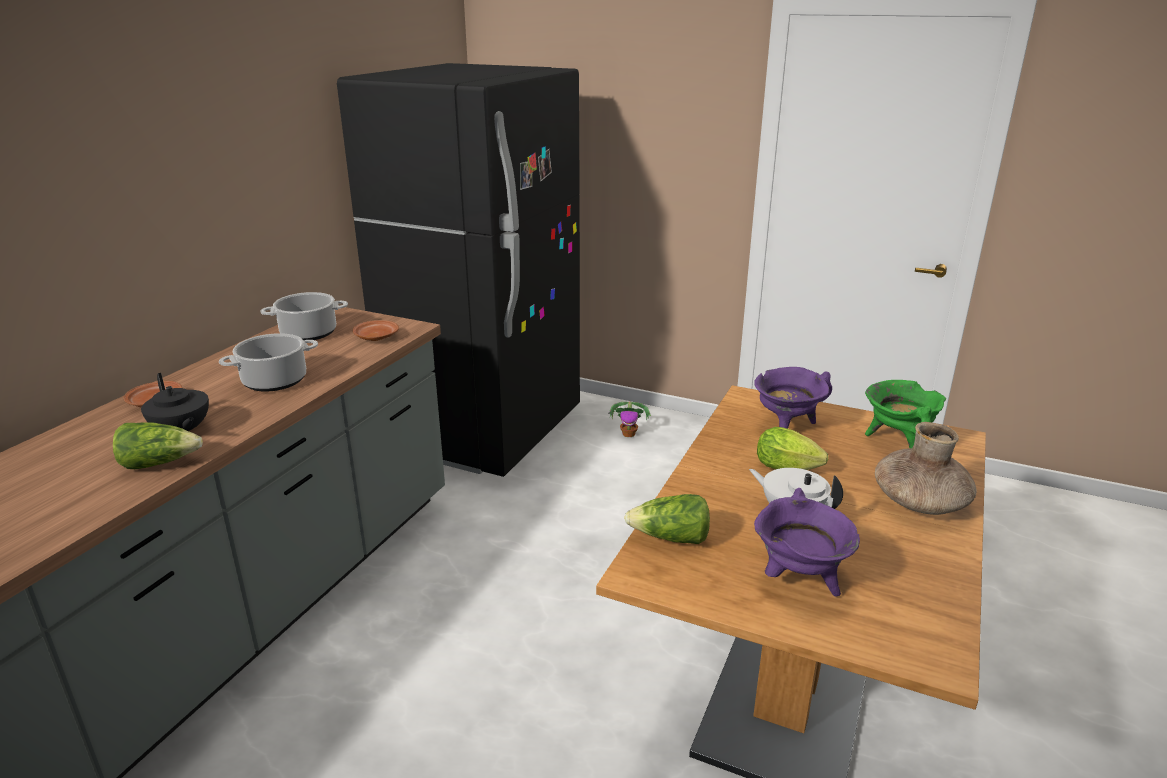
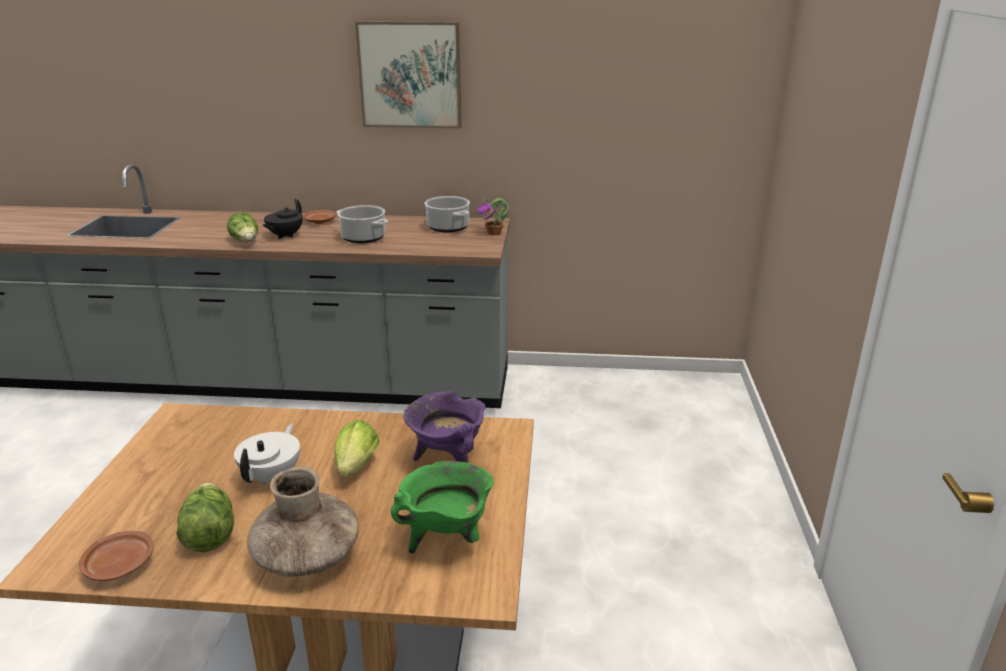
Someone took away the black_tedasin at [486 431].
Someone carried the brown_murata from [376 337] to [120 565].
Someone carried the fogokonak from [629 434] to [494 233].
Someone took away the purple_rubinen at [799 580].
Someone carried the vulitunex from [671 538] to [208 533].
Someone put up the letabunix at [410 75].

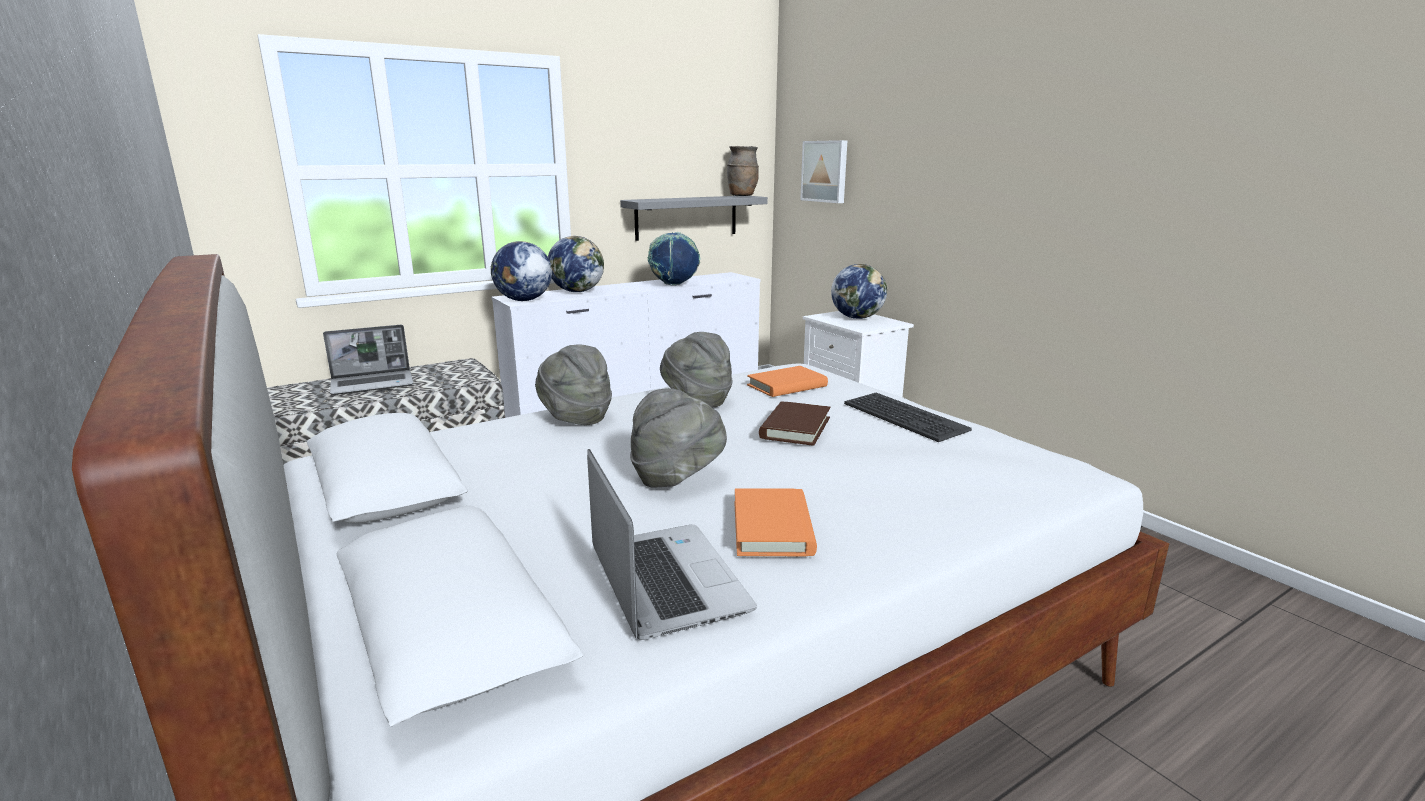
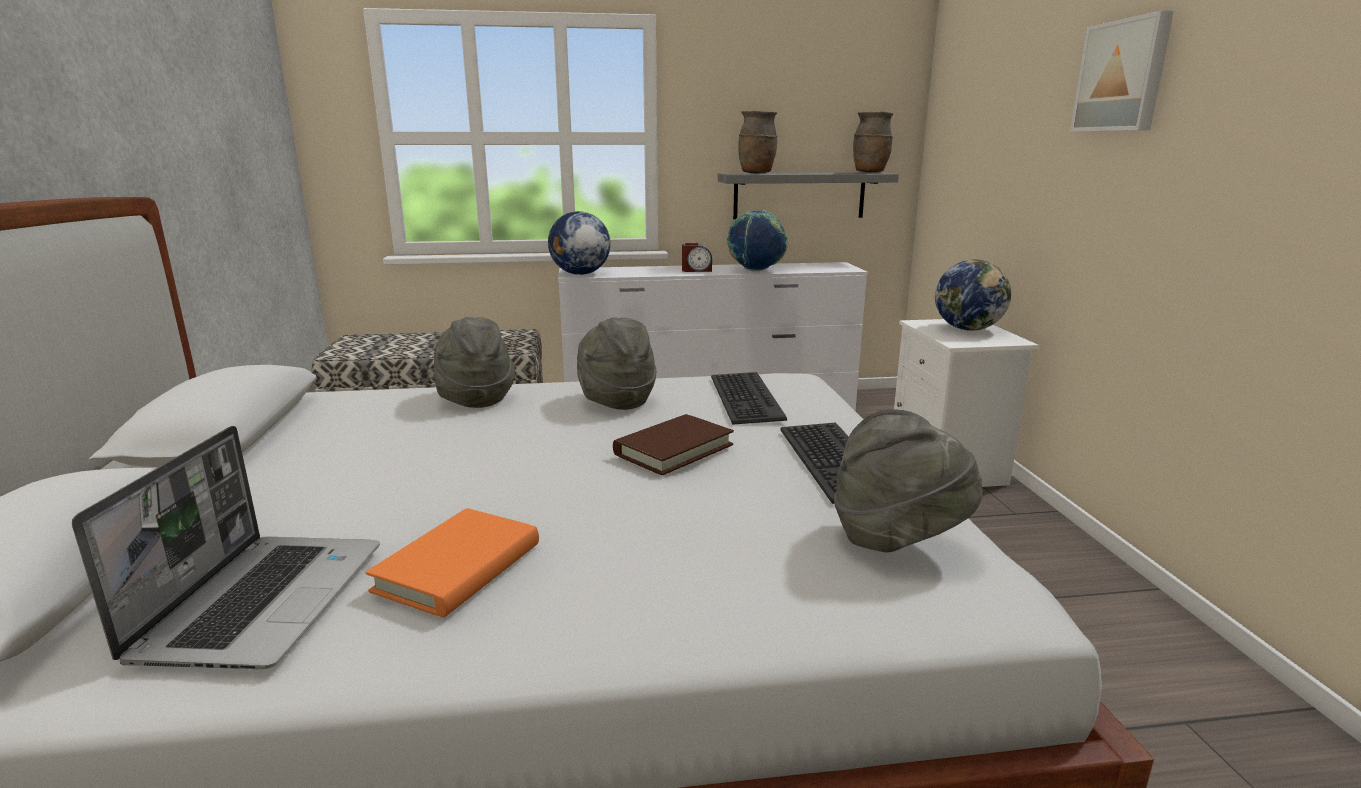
Someone carried the letabunix from [825 171] to [1123 76].
Someone took away the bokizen at [577 291].
Someone took away the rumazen at [373 384].
Someone swapped the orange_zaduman at [787 386] for the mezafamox at [744 398].
Someone carried the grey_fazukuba from [677 478] to [898 539].
Someone put down the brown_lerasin at [757 173].
Someone put down the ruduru at [696 270].

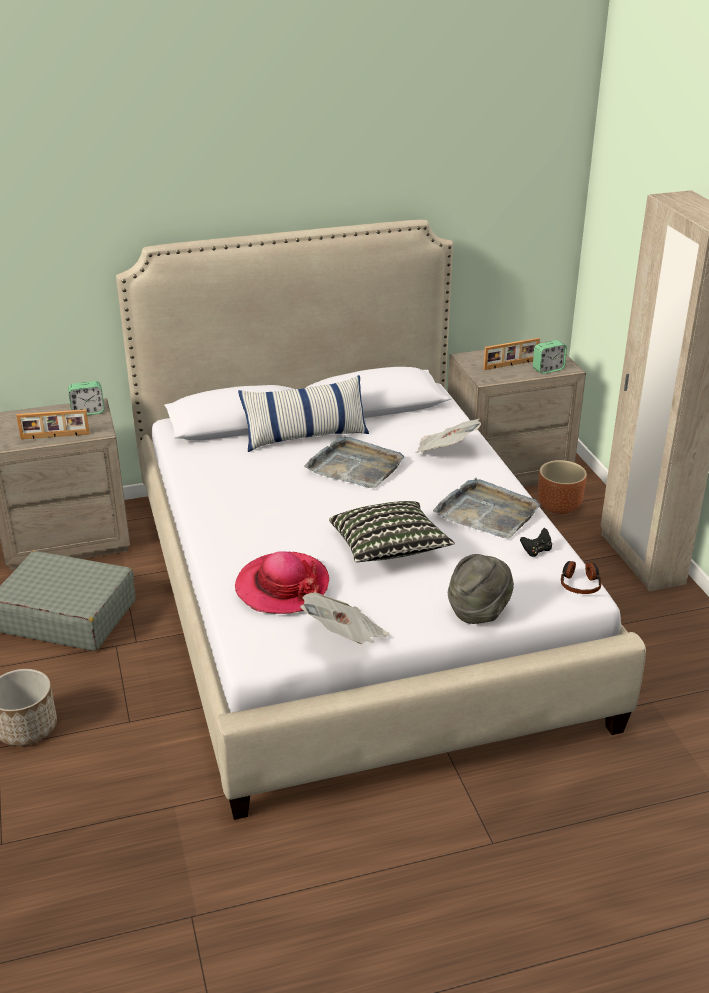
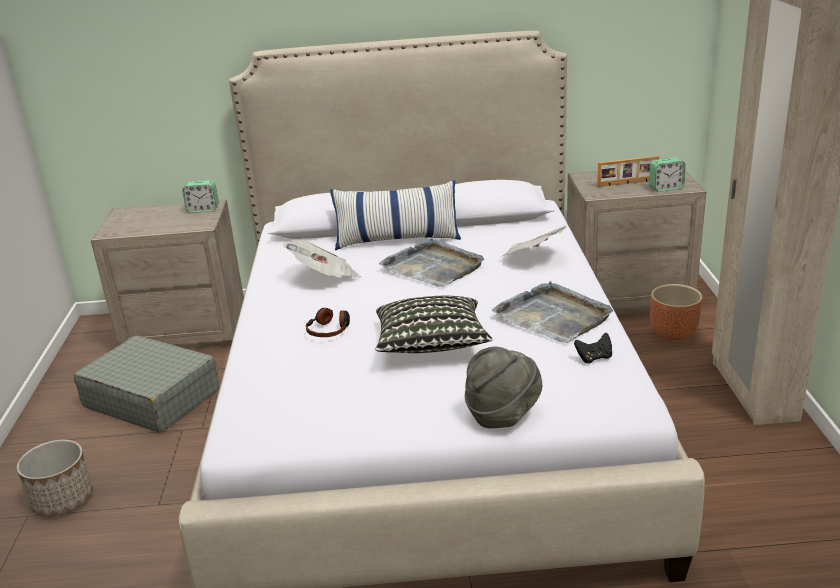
Someone took away the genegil at [55 436].
Someone took away the fazukuba at [282 586].
Someone carried the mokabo from [580 583] to [329 330].
Someone carried the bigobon from [345 637] to [325 277].

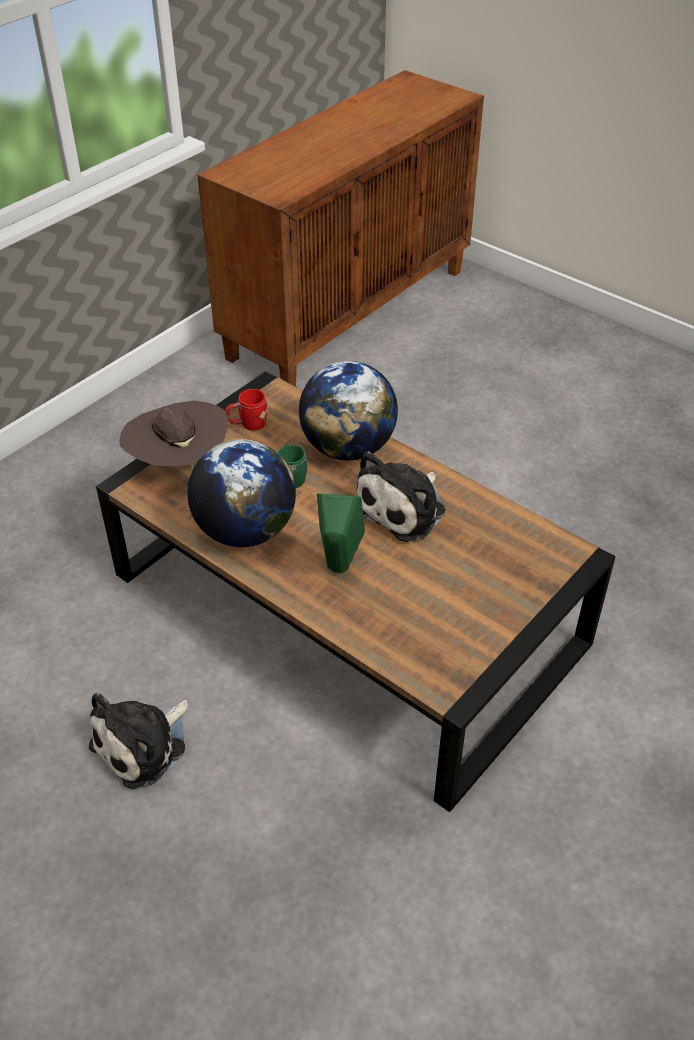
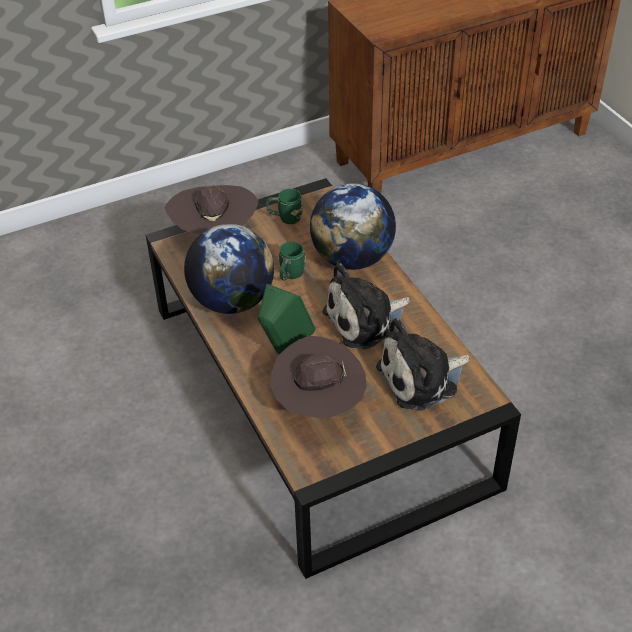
Someone repainted the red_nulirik at [248 425], which became the green_nulirik at [285 218].
Someone carried the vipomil from [143 745] to [422 379].
Someone put down the brown_fazukuba at [318 405].

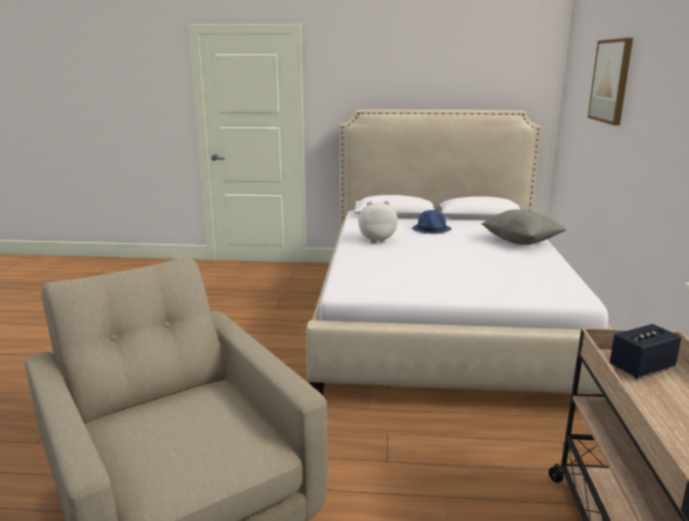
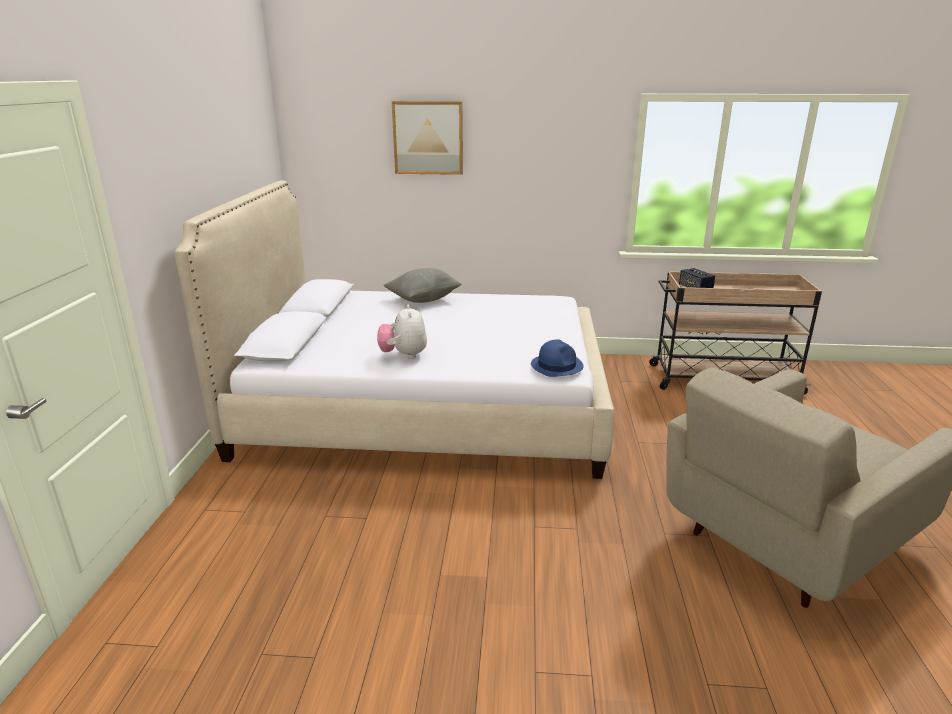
Someone carried the blue_fazukuba from [431 229] to [556 365].

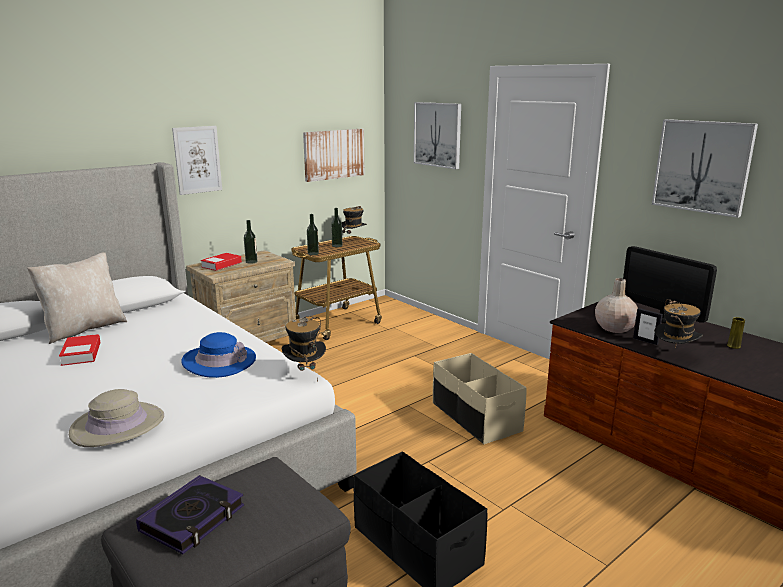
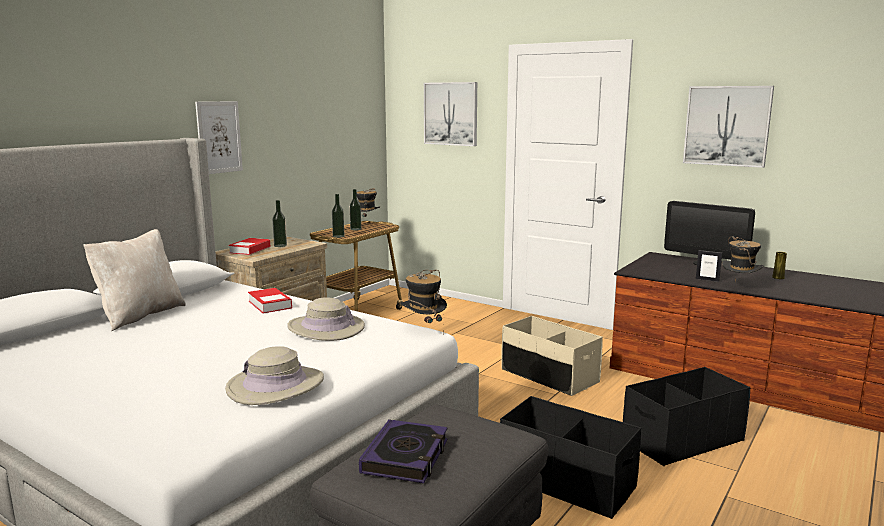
Someone took away the letabunix at [334 154].
Someone took away the beige_lerasin at [614 328].
Someone repainted the blue_fazukuba at [219 361], which became the beige_fazukuba at [326 328].
Someone carried the zaduman from [81 354] to [270 304].
Someone put down the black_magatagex at [682 440].

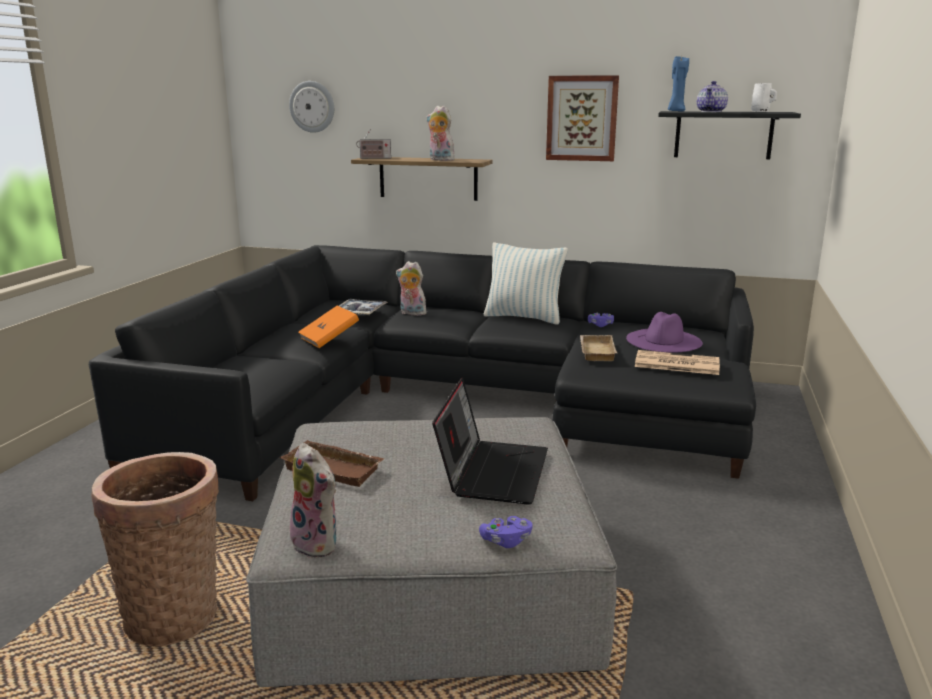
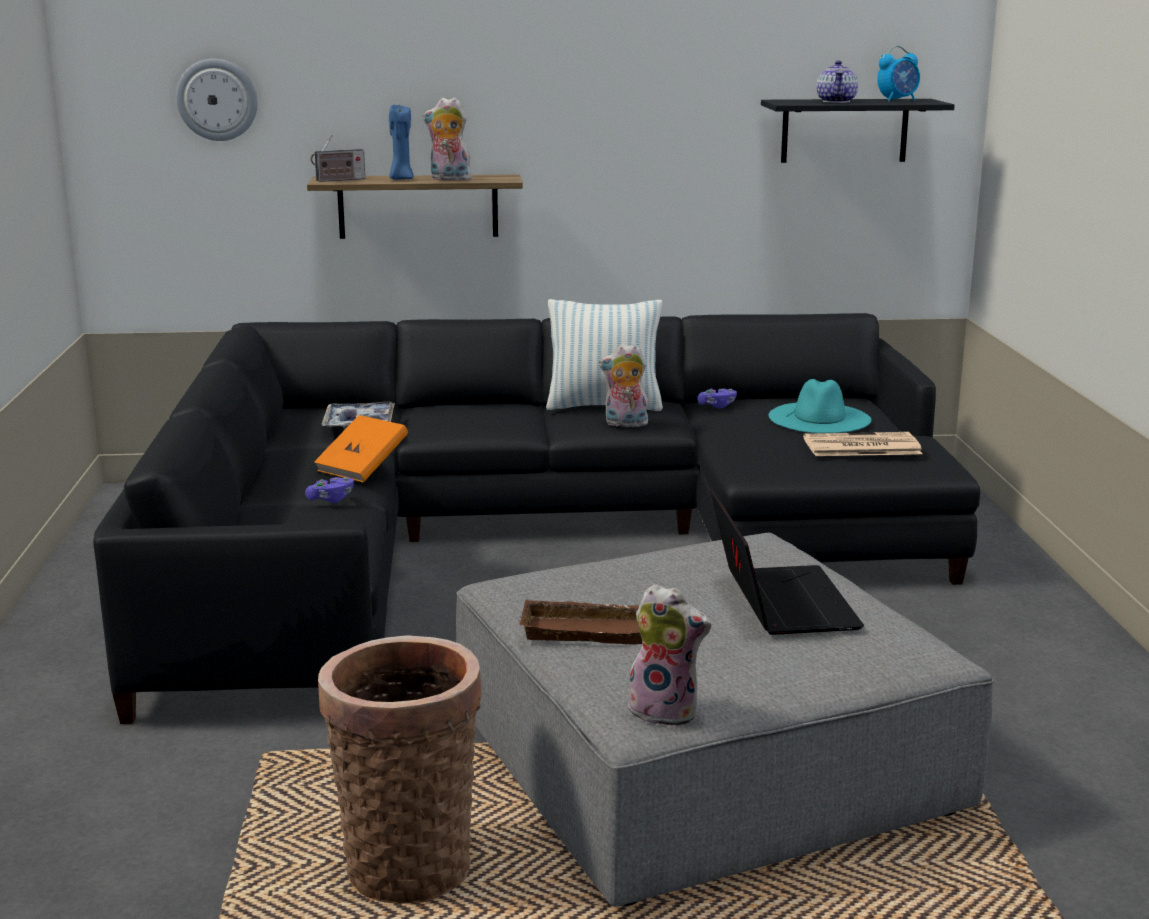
Someone carried the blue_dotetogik from [676 111] to [401 179].
Someone took away the letabunix at [582 118].
Someone swapped the white_nulirik at [761 112] for the ruduru at [898 100].
Someone carried the vipomil from [411 313] to [625 424].
Someone repainted the purple_fazukuba at [664 340], which became the turquoise_fazukuba at [819 418].
Someone took away the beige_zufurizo at [595 351].
Someone carried the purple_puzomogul from [506 541] to [331 499].

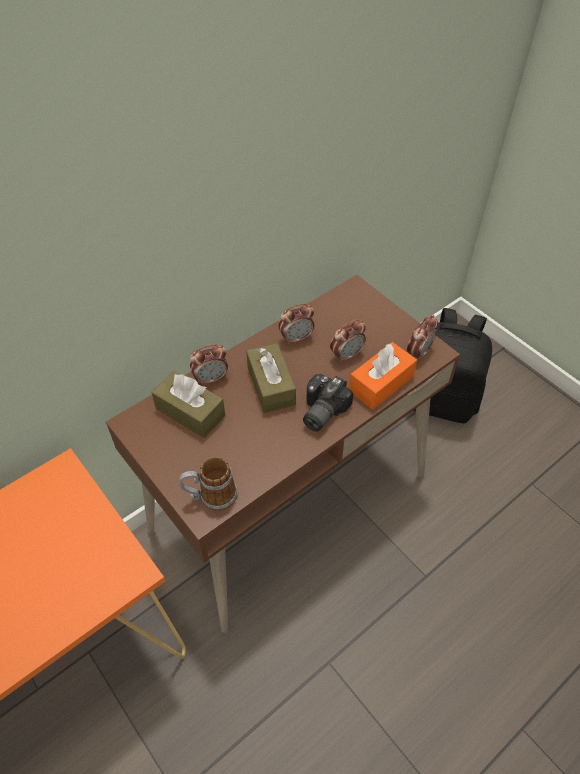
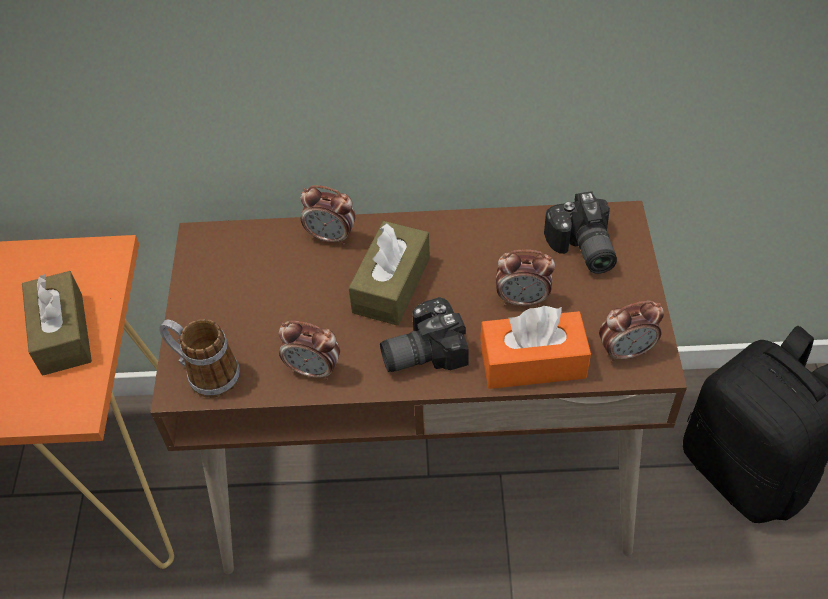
Someone carried the ruduru from [296 338] to [313 370].
Someone carried the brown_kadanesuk from [190 412] to [62 334].
Someone put down the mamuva at [581 249].

